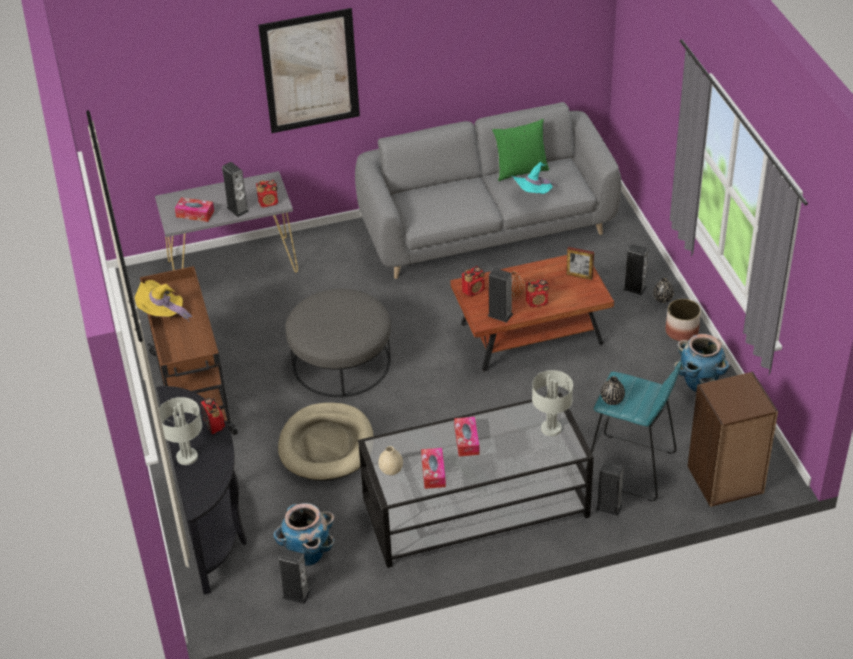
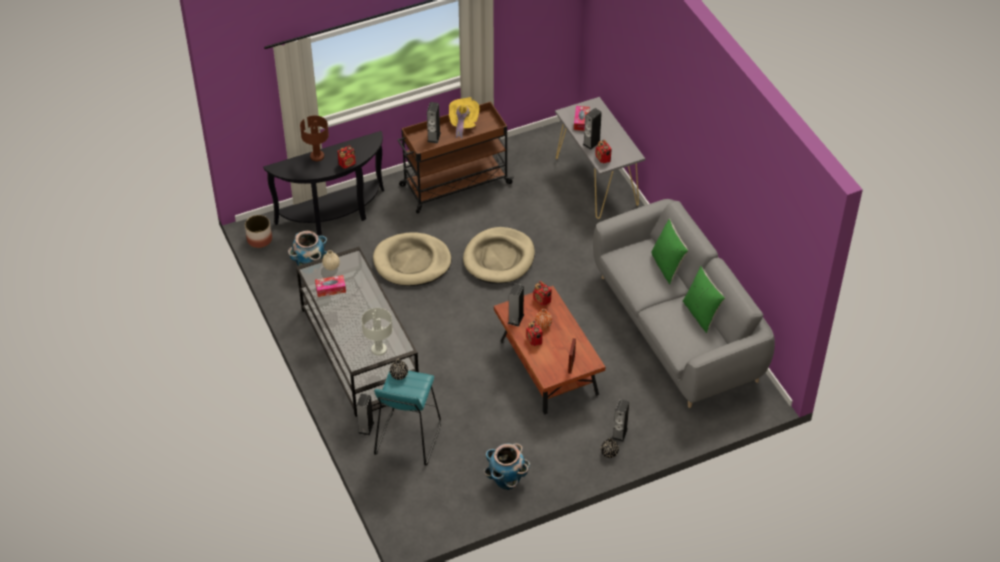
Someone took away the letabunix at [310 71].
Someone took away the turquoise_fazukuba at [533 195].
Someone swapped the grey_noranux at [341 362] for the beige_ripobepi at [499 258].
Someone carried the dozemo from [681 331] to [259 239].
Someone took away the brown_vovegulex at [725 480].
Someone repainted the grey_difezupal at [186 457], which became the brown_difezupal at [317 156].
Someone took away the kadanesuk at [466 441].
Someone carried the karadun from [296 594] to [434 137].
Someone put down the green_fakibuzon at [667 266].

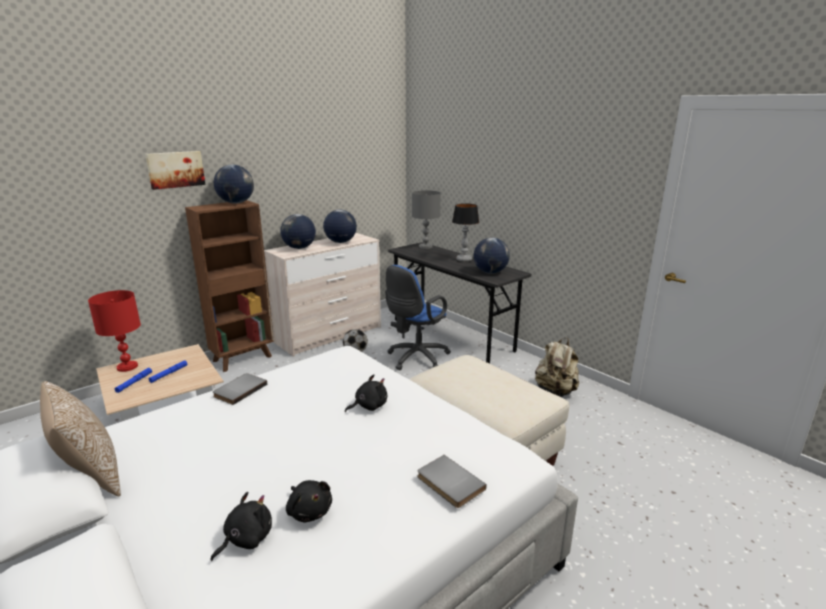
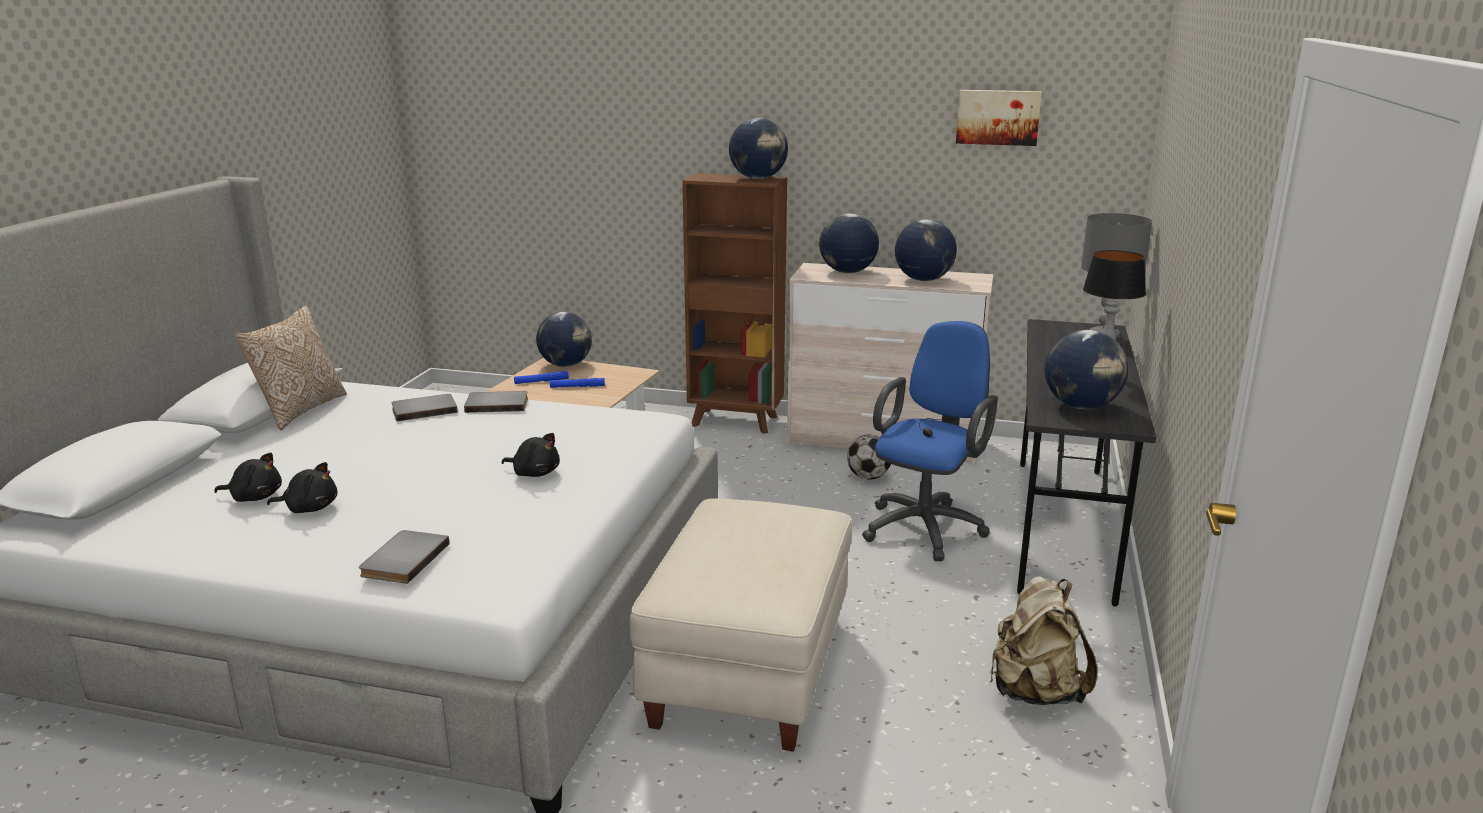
Someone carried the letabunix from [175 169] to [998 117].
Someone rotated the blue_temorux at [415 359] by 120 degrees clockwise.
Someone swapped the red_difezupal at [127 367] for the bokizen at [566 365].
Someone rotated the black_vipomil at [309 511] by 105 degrees counterclockwise.
Someone put down the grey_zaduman at [424 409].

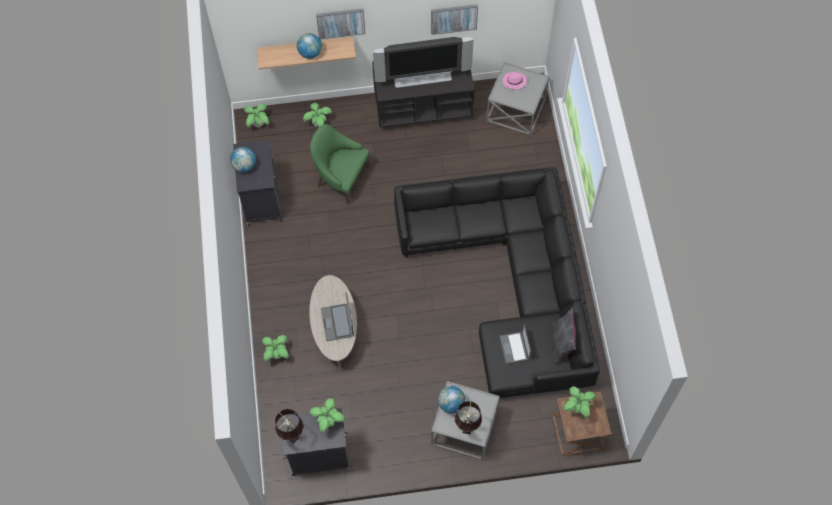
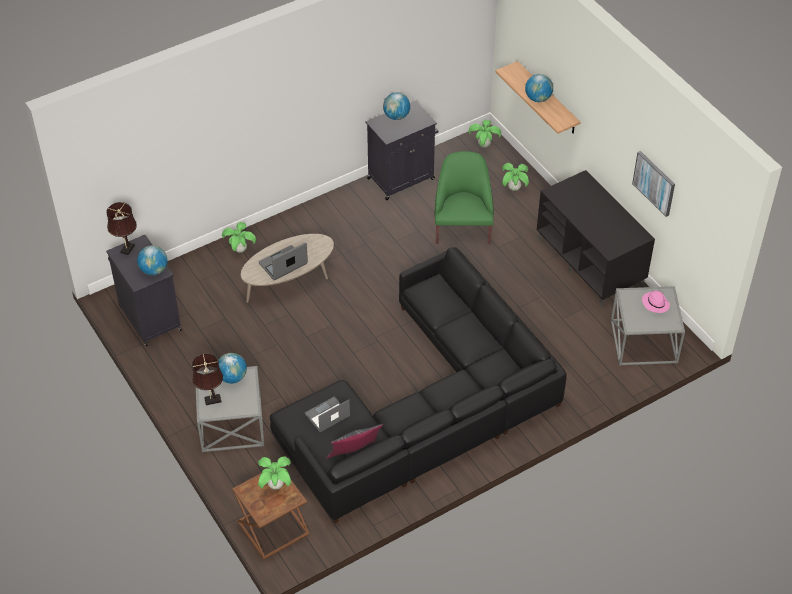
Someone took away the letabunix at [340 22].
Someone took away the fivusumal at [422 77].
Someone swapped the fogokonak at [328 421] for the bokizen at [154 270].

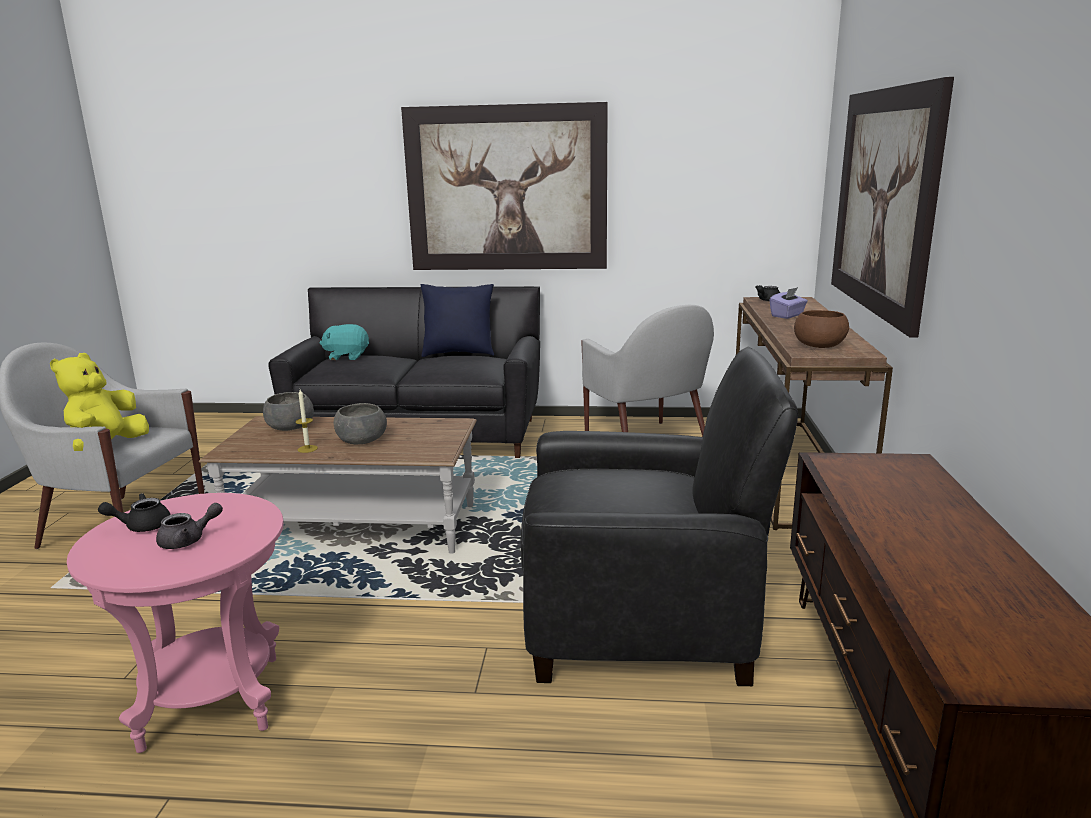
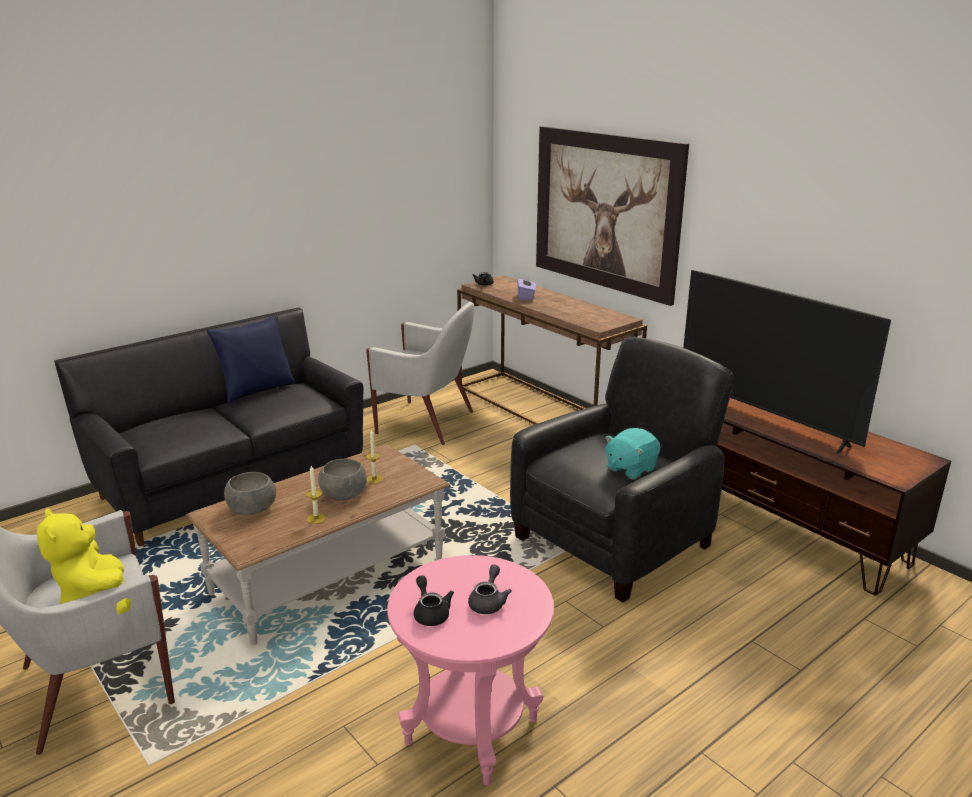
Someone took away the letabunix at [506 189].
Someone took away the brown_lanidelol at [819 345].
Someone carried the turquoise_vipomil from [347 356] to [630 468].
Someone rotated the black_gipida at [142 526] by 135 degrees clockwise.
Someone put down the fivusumal at [764 419].
Someone put down the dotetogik at [374 479].

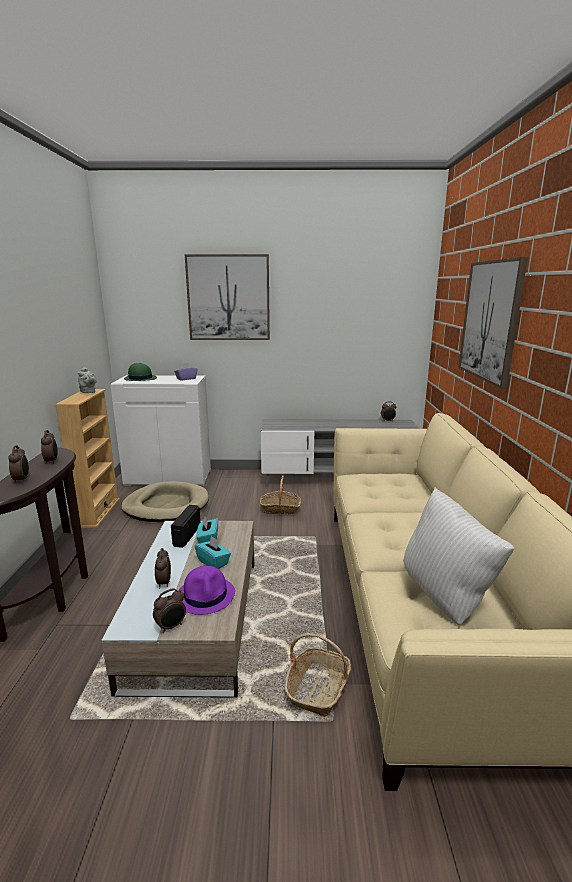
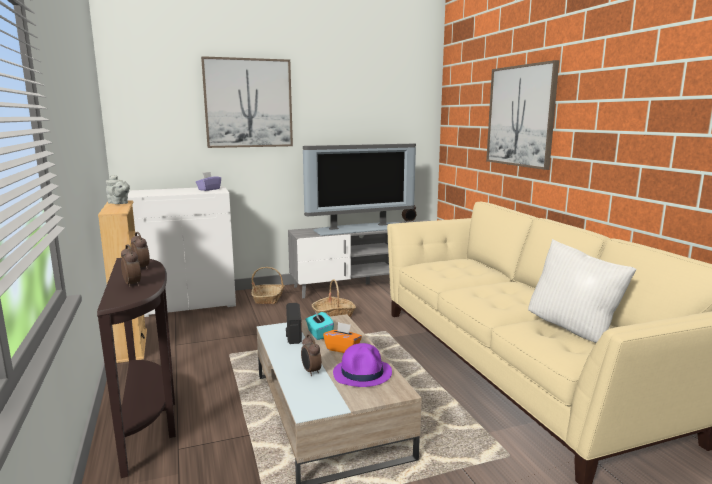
Someone took away the green_fazukuba at [140 378].
Someone took away the beige_ripobepi at [166 505].
Someone repainted the turquoise_kadanesuk at [213 562], which became the orange_kadanesuk at [342 349].
Someone took away the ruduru at [171 627].
Someone carried the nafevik from [318 688] to [268 298].
Someone put down the fivusumal at [360 228].

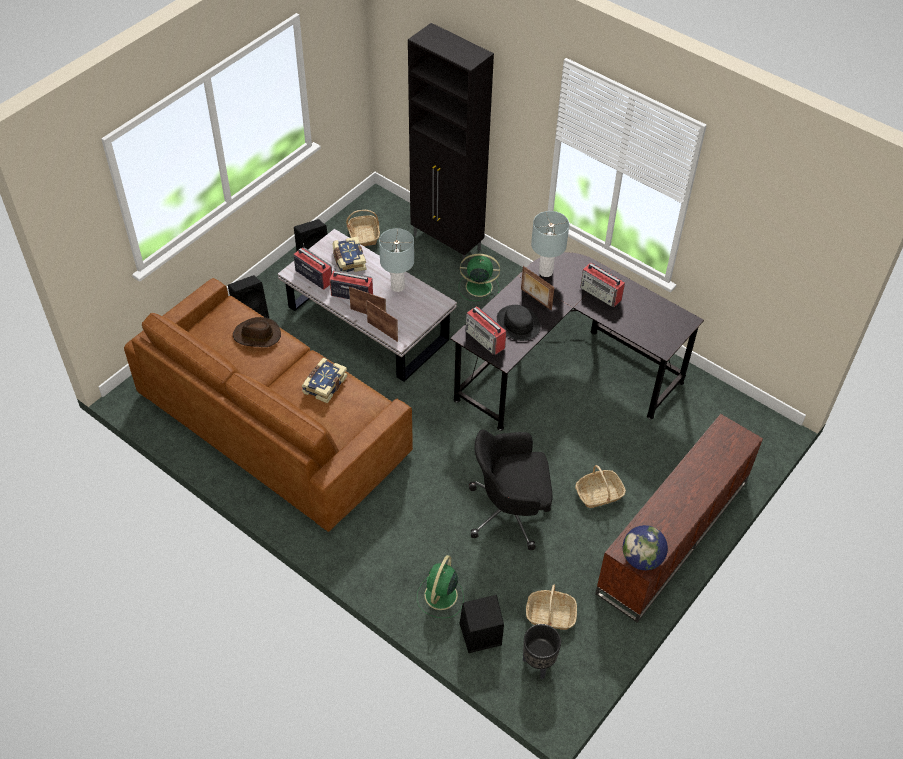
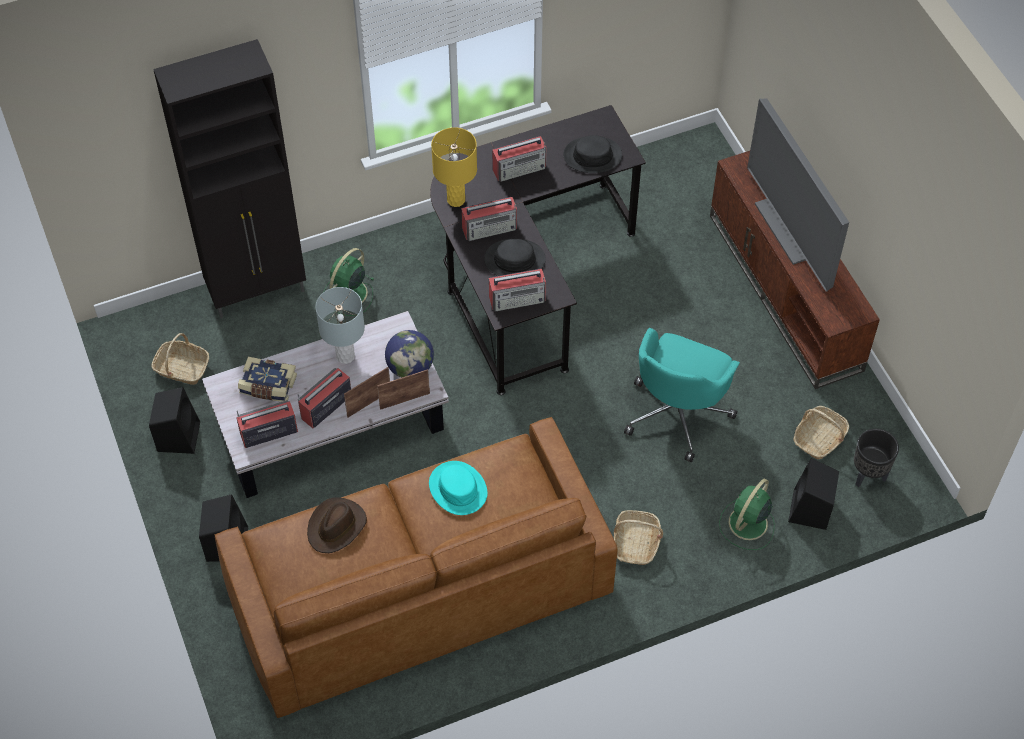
Someone repainted the grey_difezupal at [545 271], which became the yellow_difezupal at [455 200].
Someone swapped the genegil at [535 299] for the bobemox at [490 228].
Someone swapped the zaduman at [324 384] for the turquoise_fazukuba at [458 488].
Someone repainted the black_temorux at [510 511], which became the turquoise_temorux at [678 413].
Someone carried the nafevik from [599 494] to [636 543].
Someone carried the bokizen from [642 559] to [410 368].
Someone rotated the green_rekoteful at [440 596] by 75 degrees clockwise.
Someone put down the fivusumal at [792 228].
Someone put down the black_fazukuba at [592 155].

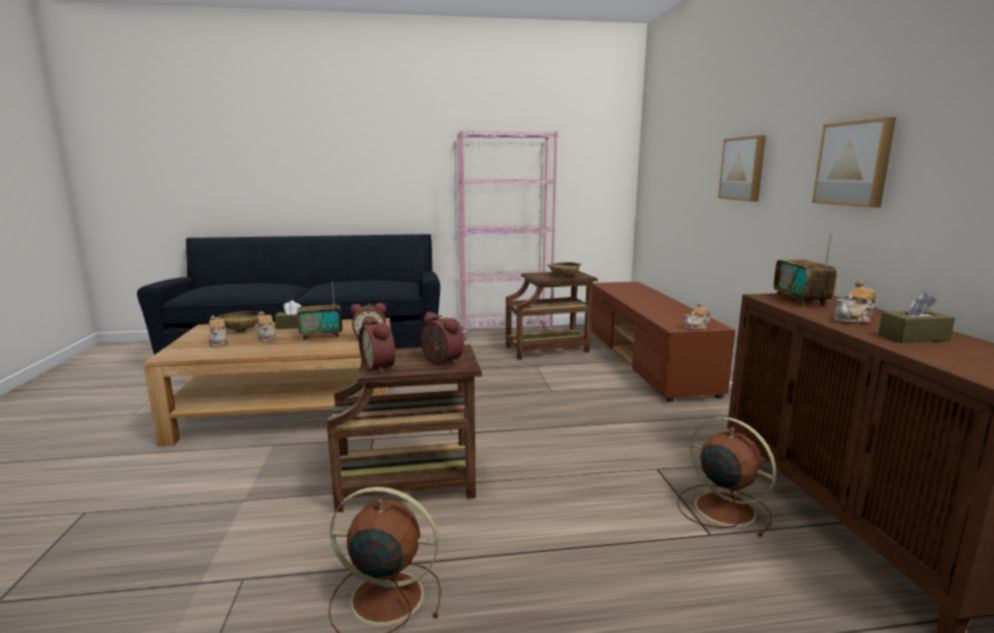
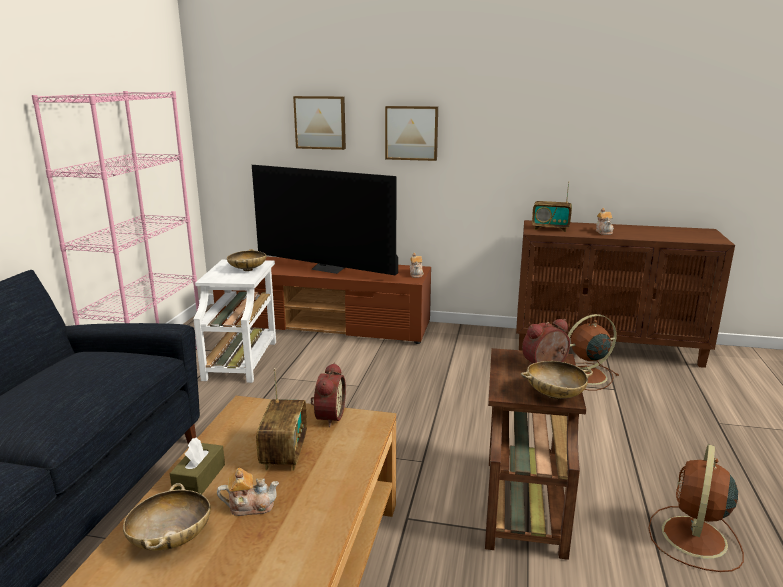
Someone carried the letabunix from [855 163] to [320 122].
Someone repainted the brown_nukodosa at [549 349], which became the white_nukodosa at [242 359].
Someone took away the brown_kadanesuk at [913 337].
Someone took away the gipida at [219 342].
Someone swapped the ruduru at [380 367] for the beige_lanidelol at [554 395].
Someone put down the fivusumal at [329 268].

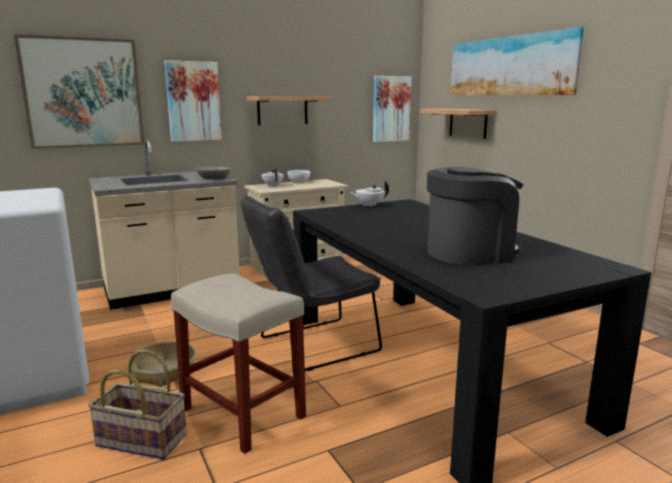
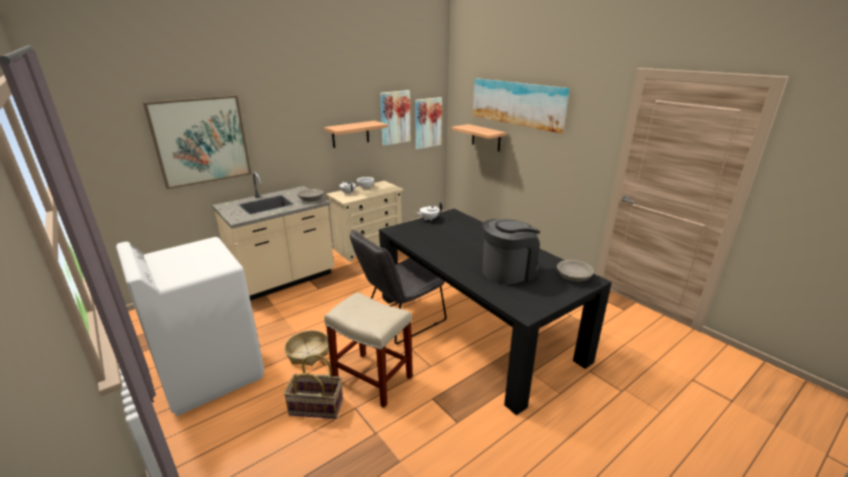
Someone carried the letabunix from [193 101] to [395 117].
Someone put down the grey_lanidelol at [573 277].

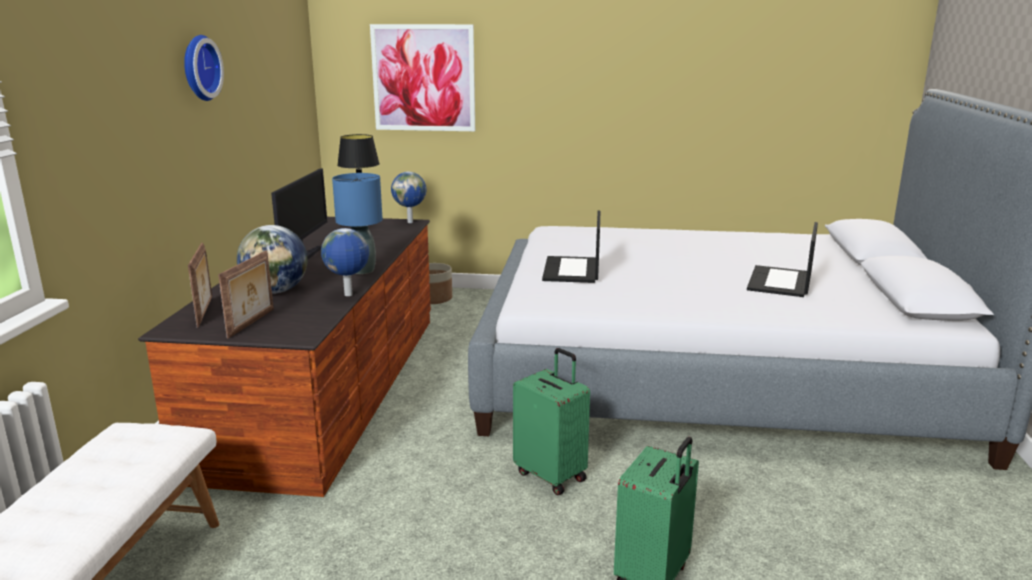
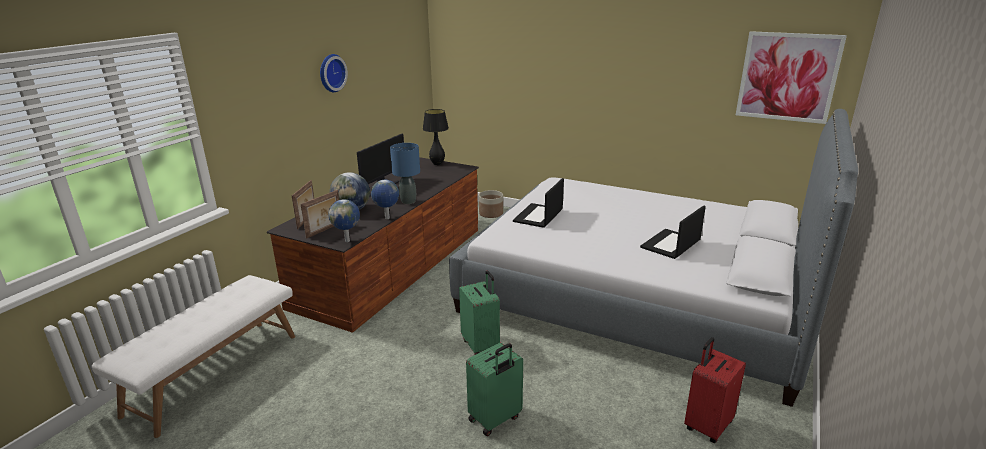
Someone carried the letabunix from [423 78] to [787 77].
Someone carried the bokizen from [410 222] to [348 240].
Someone put down the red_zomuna at [707 425].

